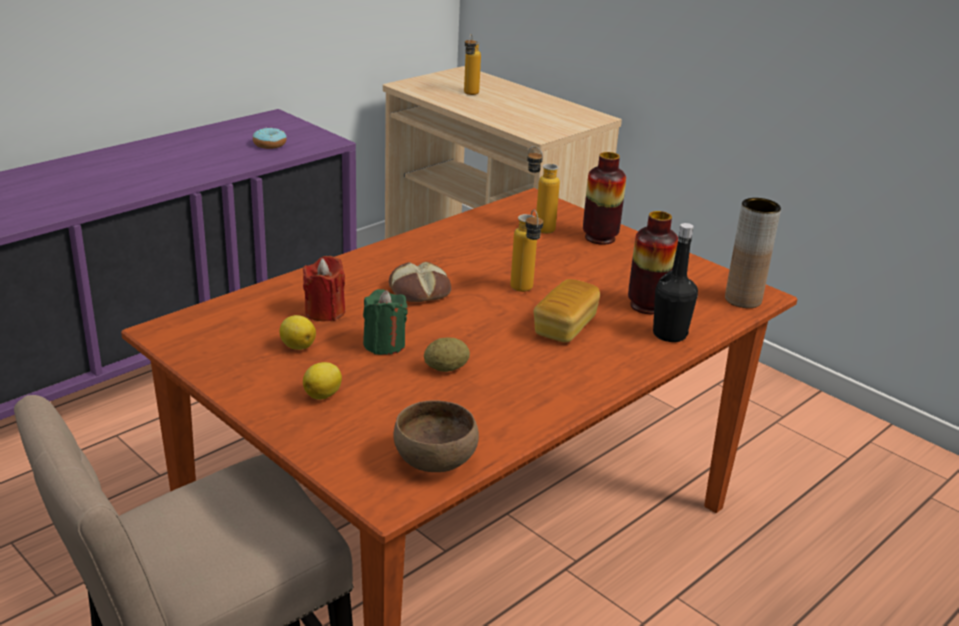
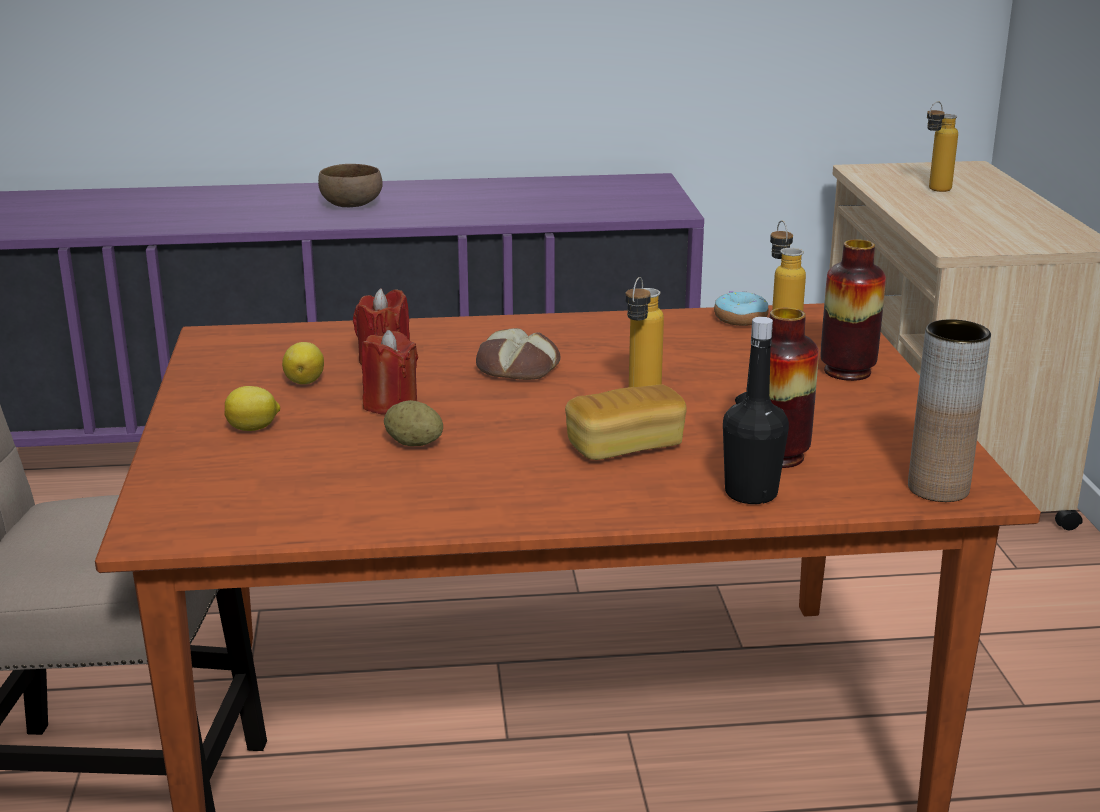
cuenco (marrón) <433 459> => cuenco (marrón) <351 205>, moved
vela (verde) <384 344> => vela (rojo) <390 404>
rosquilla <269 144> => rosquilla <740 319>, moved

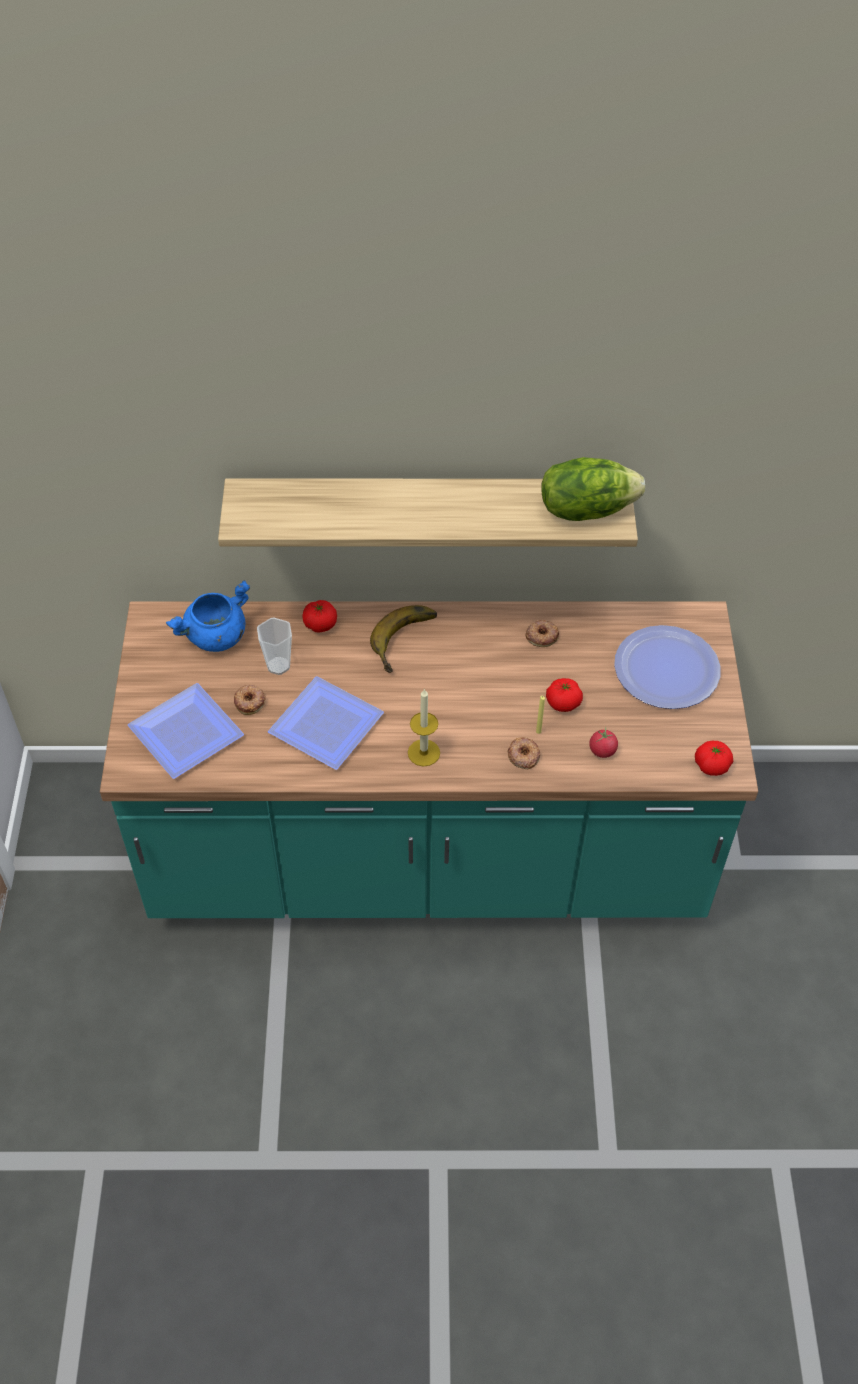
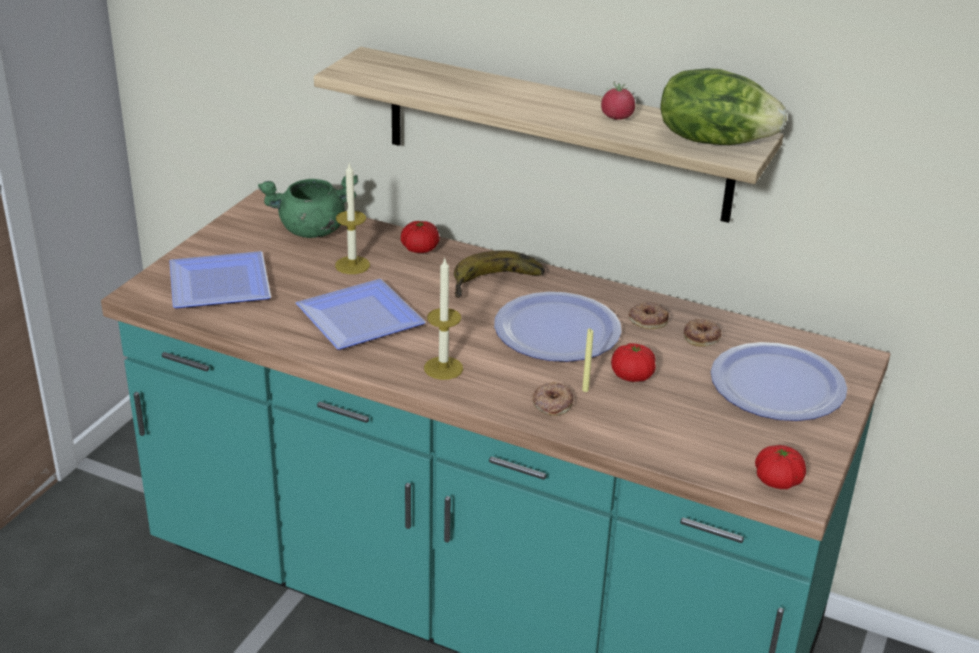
olla (azul) <215 637> => olla (verde) <311 230>
taza <278 666> => vela <352 265>
nothing => plato <557 330>
tomate <602 750> => tomate <617 117>, moved
rosquilla <250 701> => rosquilla <702 336>, moved

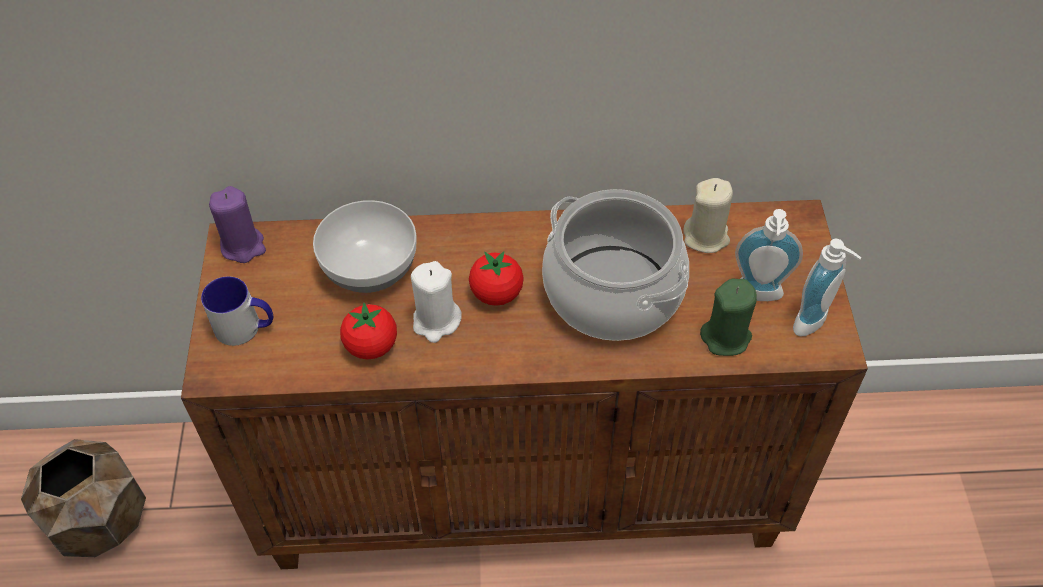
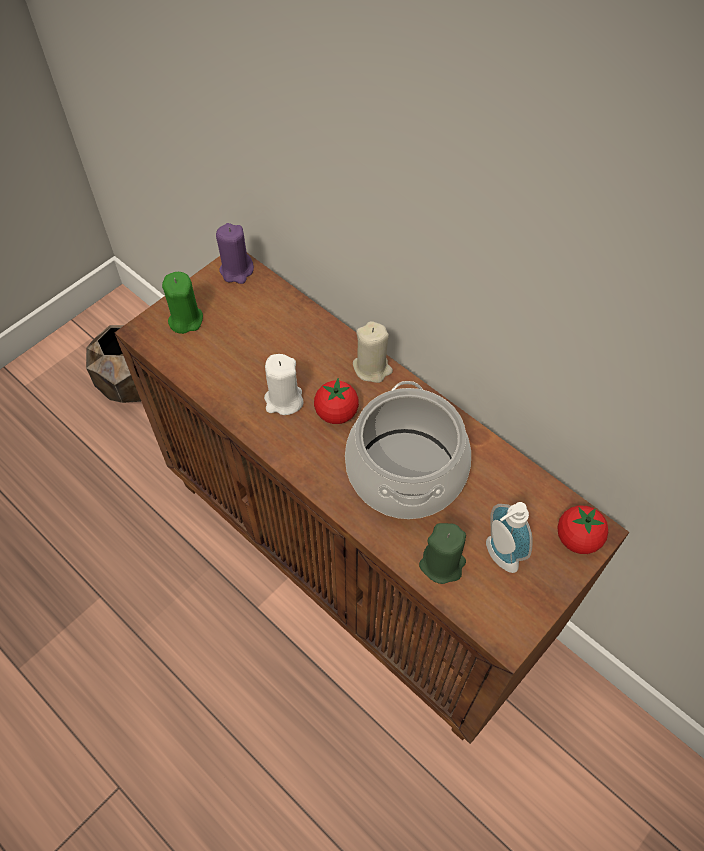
taza grande <246 328> => vela (verde) <185 319>
vela (beis) <706 237> => vela (beis) <372 368>, moved
tomate <371 346> => tomate <577 538>, moved
cuenco <371 269> => nothing
dispensador de jabón <815 323> => nothing

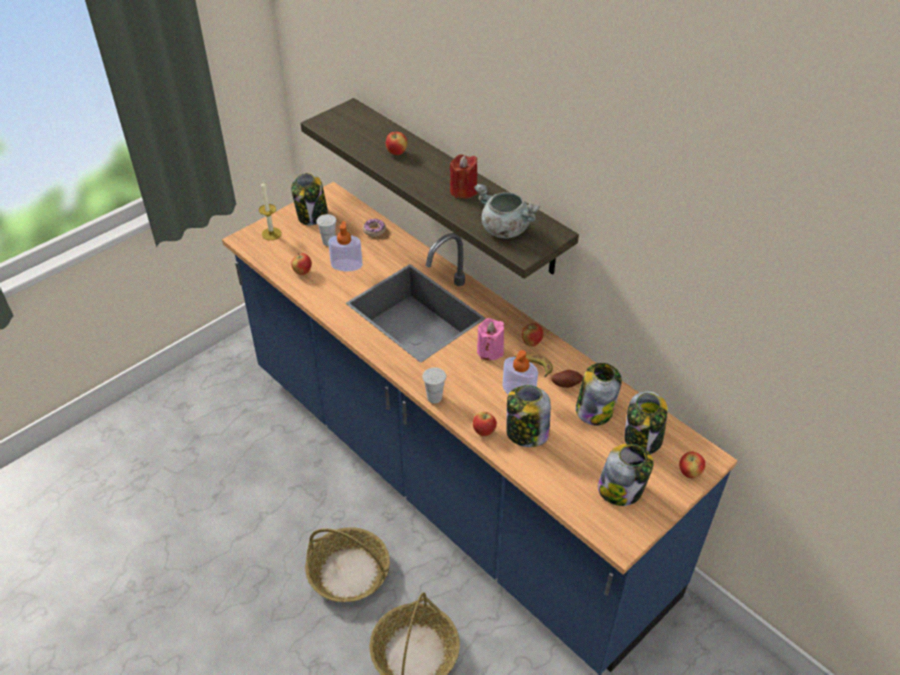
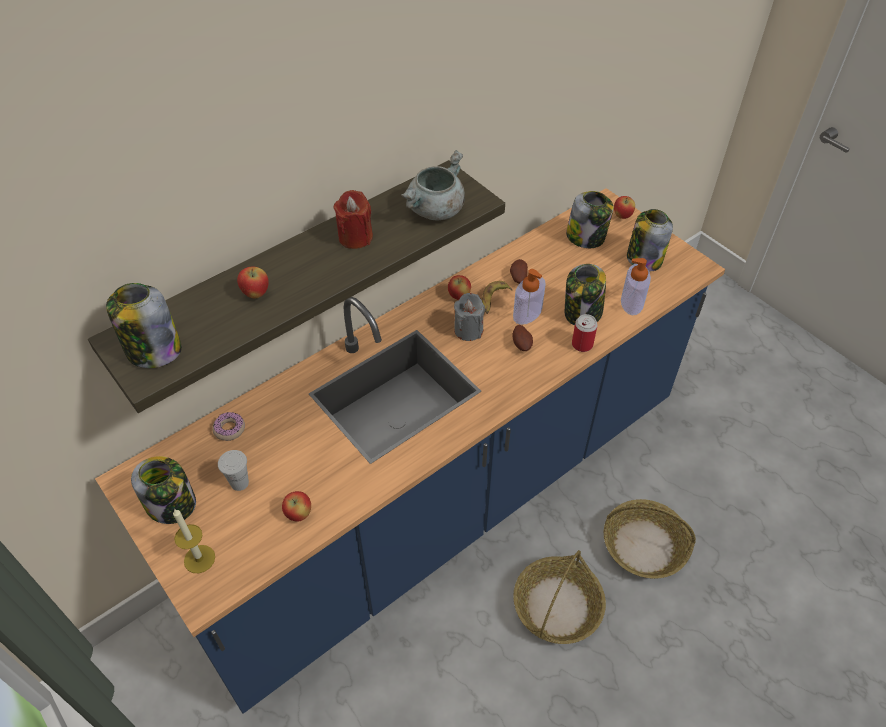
tarro <594 410> => tarro <153 350>, moved
vela (rosa) <490 351> => vela (gris) <468 330>
nothing => patata <522 344>
manzana <484 432> => lata <582 344>
dispensador de jabón <346 265> => dispensador de jabón <632 302>, moved
taza (blanco) <434 397> => nothing

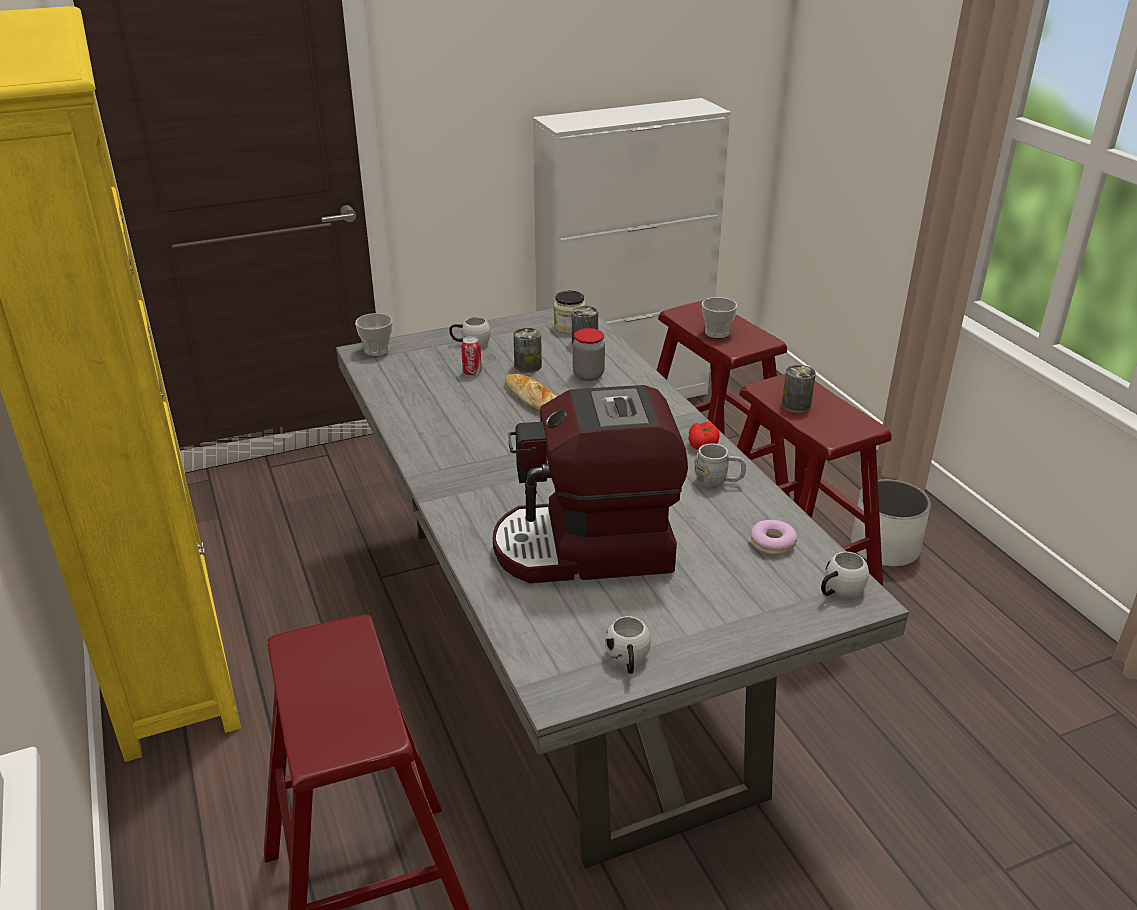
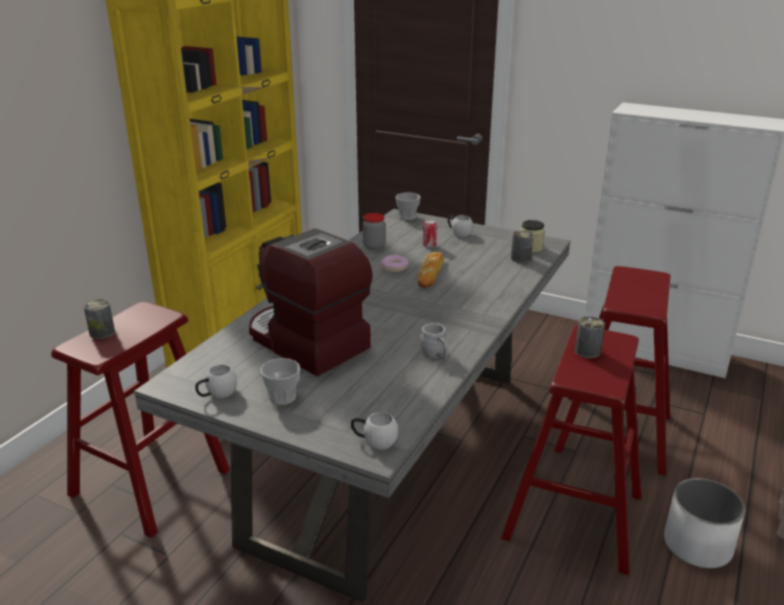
lata <528 366> => lata <102 333>, moved
taza <717 333> => taza <282 397>, moved
tarro <588 375> => tarro <374 246>, moved
rosquilla <772 543> => rosquilla <394 268>, moved
tomate <703 444> => nothing

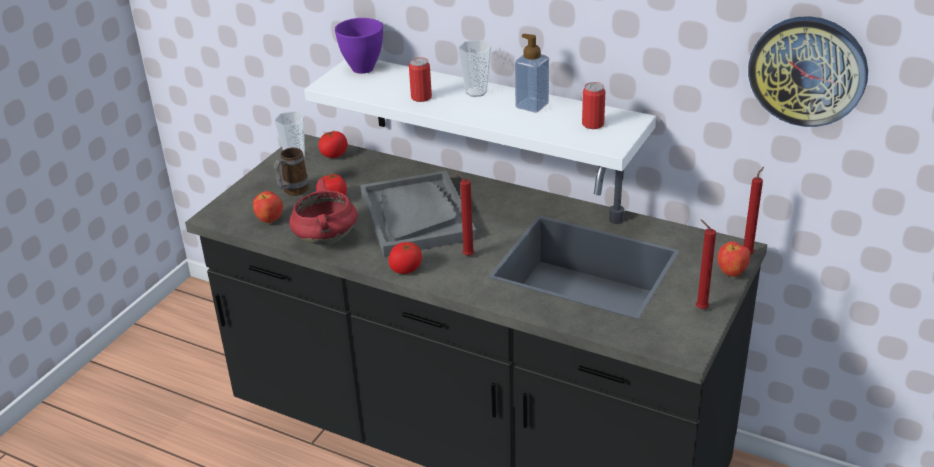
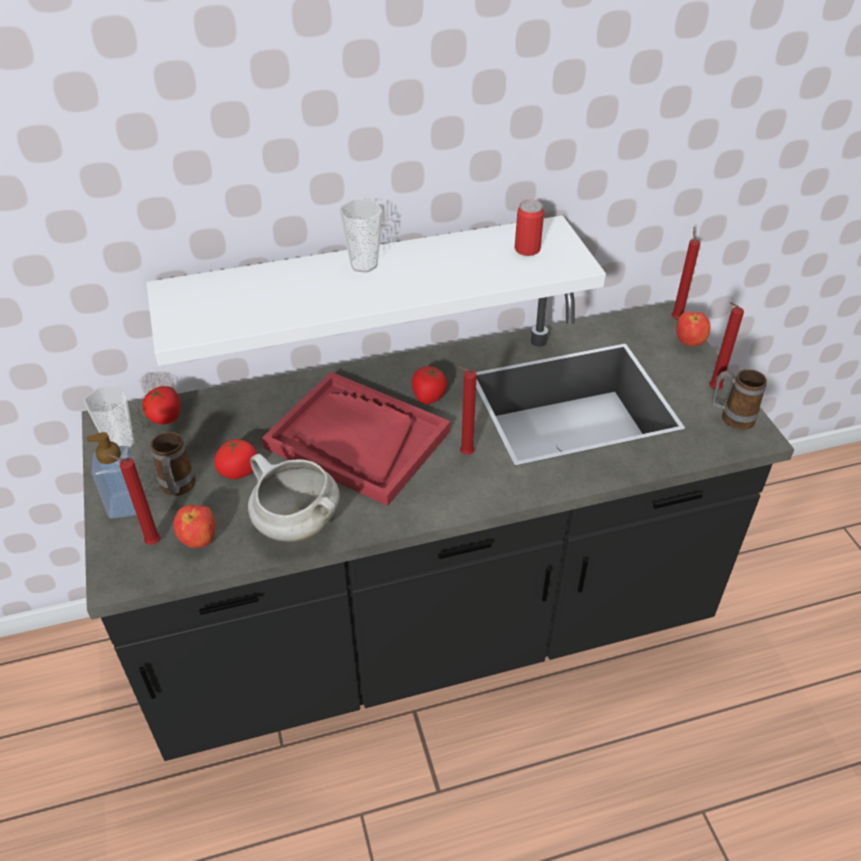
dispensador de jabón <532 105> => dispensador de jabón <126 505>, moved
nothing => vela (rojo) <150 543>
olla (rojo) <325 238> => olla (blanco) <295 523>
bandeja (gris) <416 216> => bandeja (rojo) <357 440>
tomate <406 269> => tomate <428 396>, moved
nothing => taza grande <730 418>
cuenco (morado) <363 68> => nothing
lata <421 97> => nothing
reloj de pared <807 71> => nothing

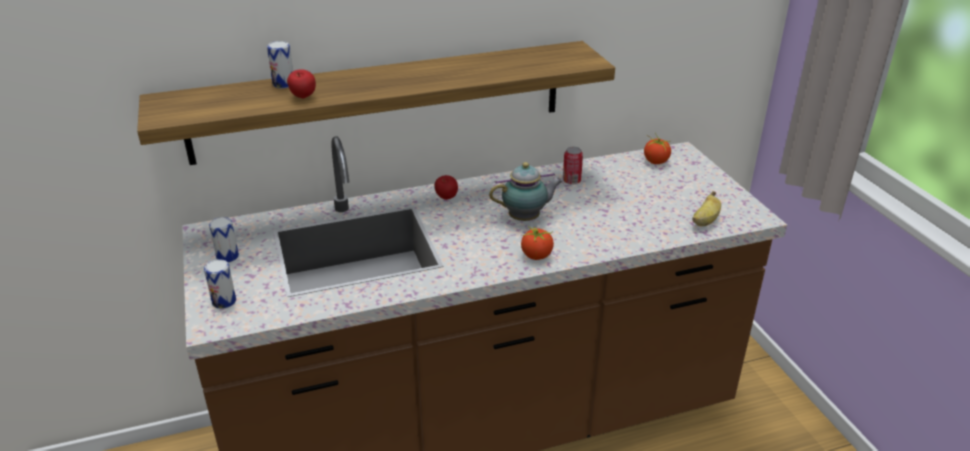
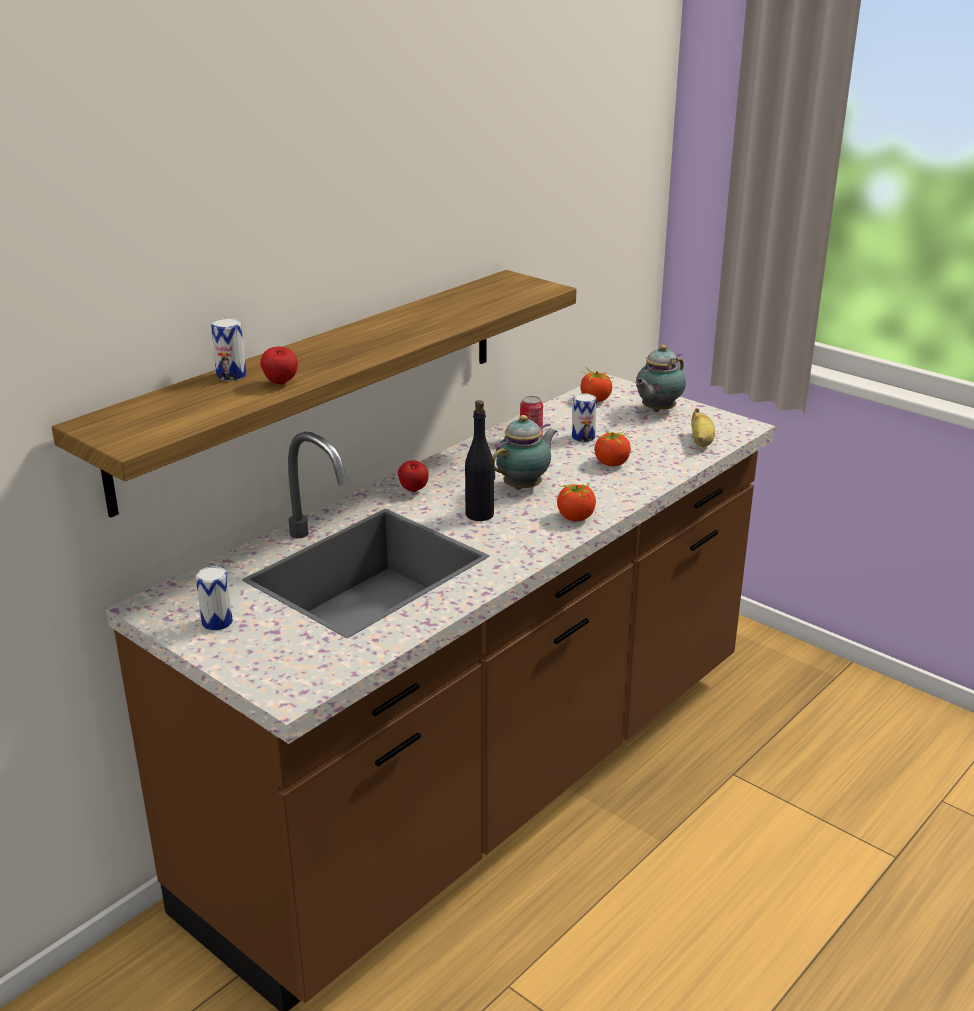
nothing => botella (negro) <480 514>
lata <224 301> => lata <583 437>, moved
nothing => tomate <611 463>
nothing => tetera <656 411>

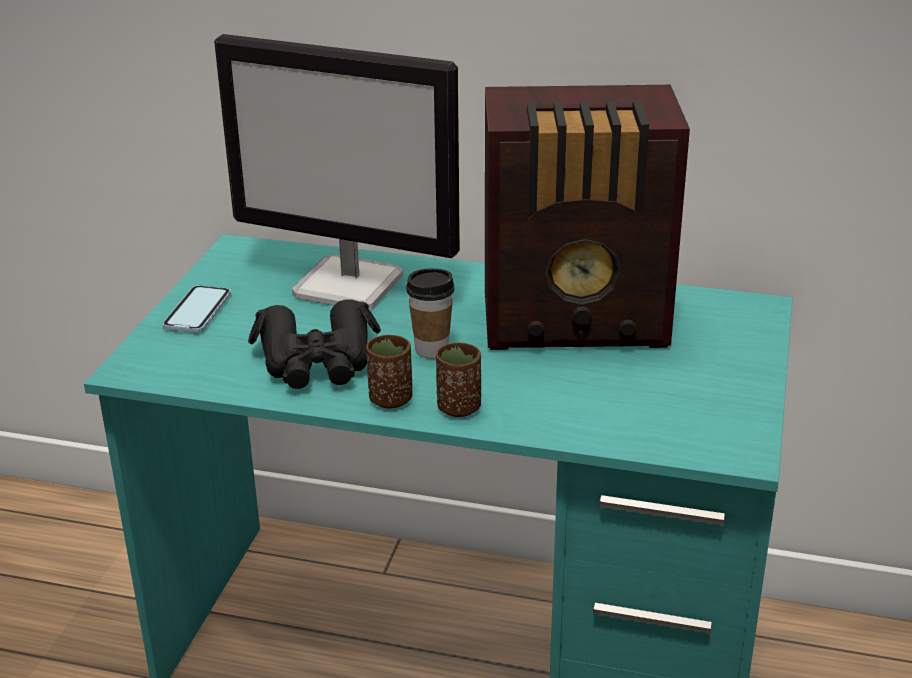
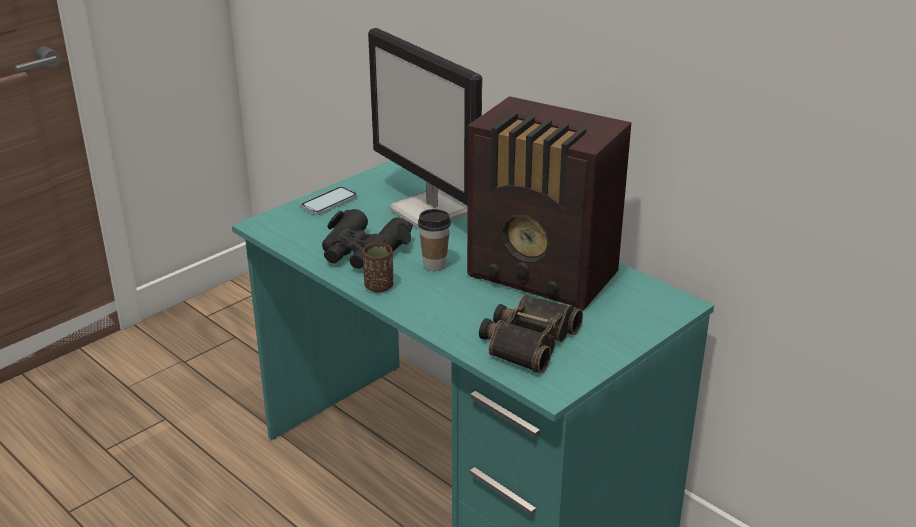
nothing => prismáticos <527 341>
taza (marrón) <459 408> => nothing

